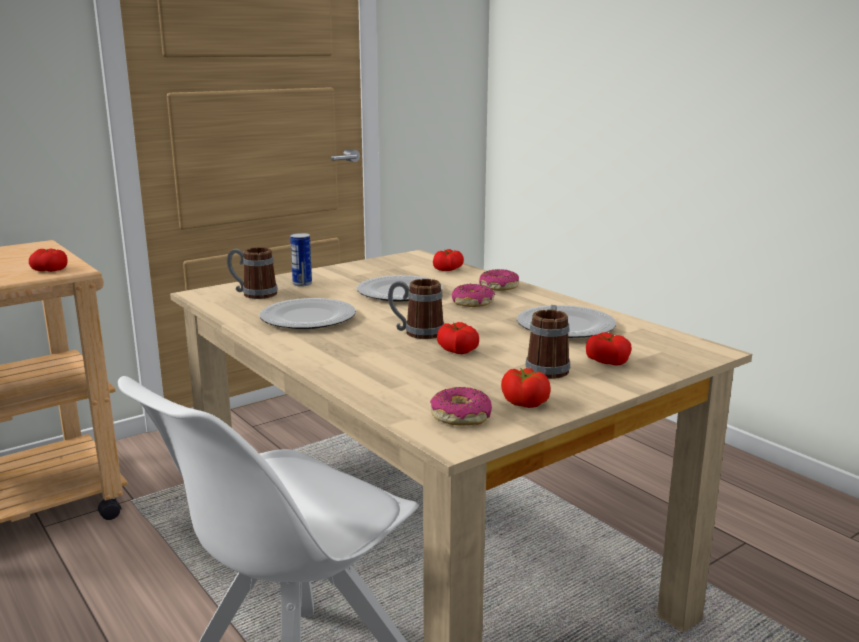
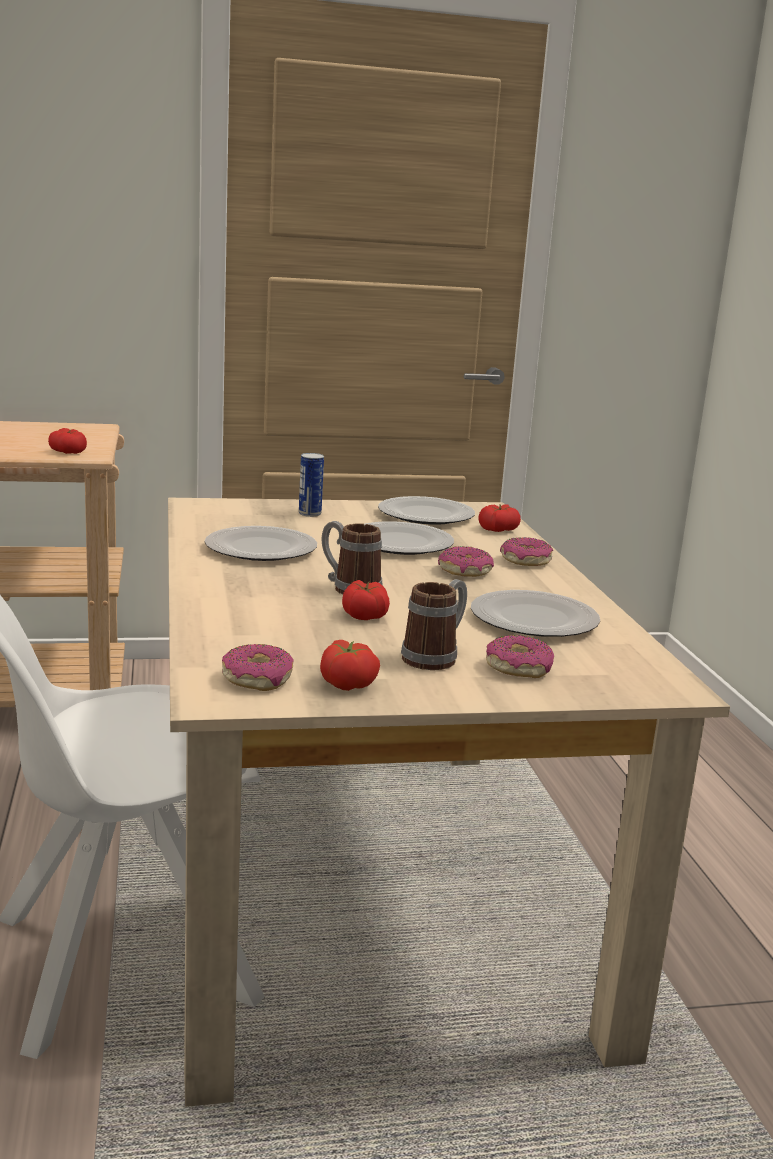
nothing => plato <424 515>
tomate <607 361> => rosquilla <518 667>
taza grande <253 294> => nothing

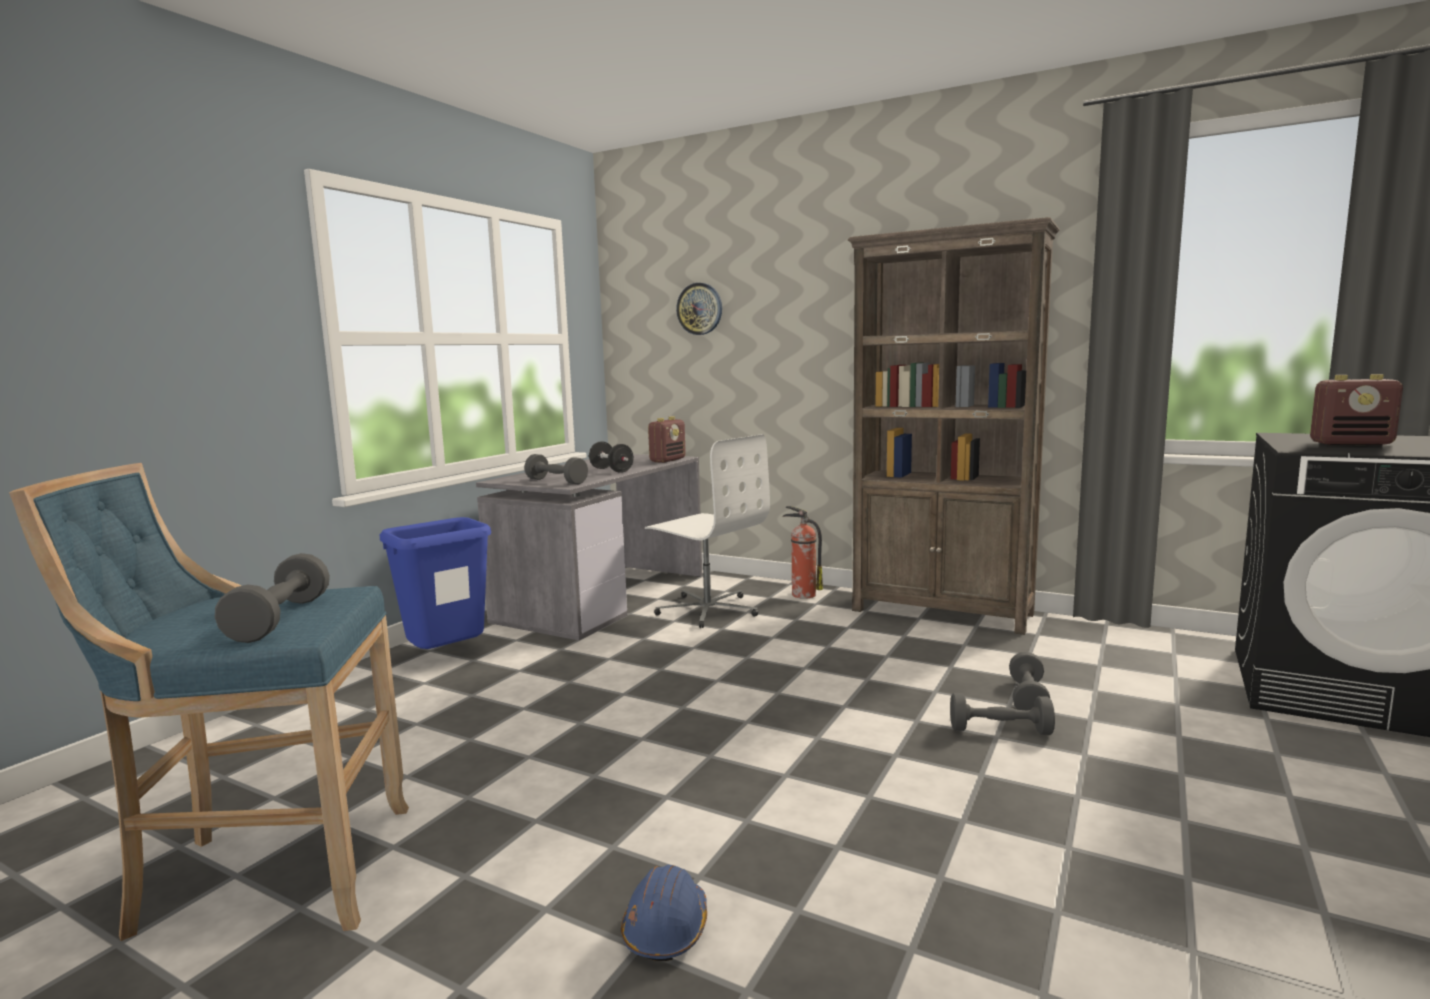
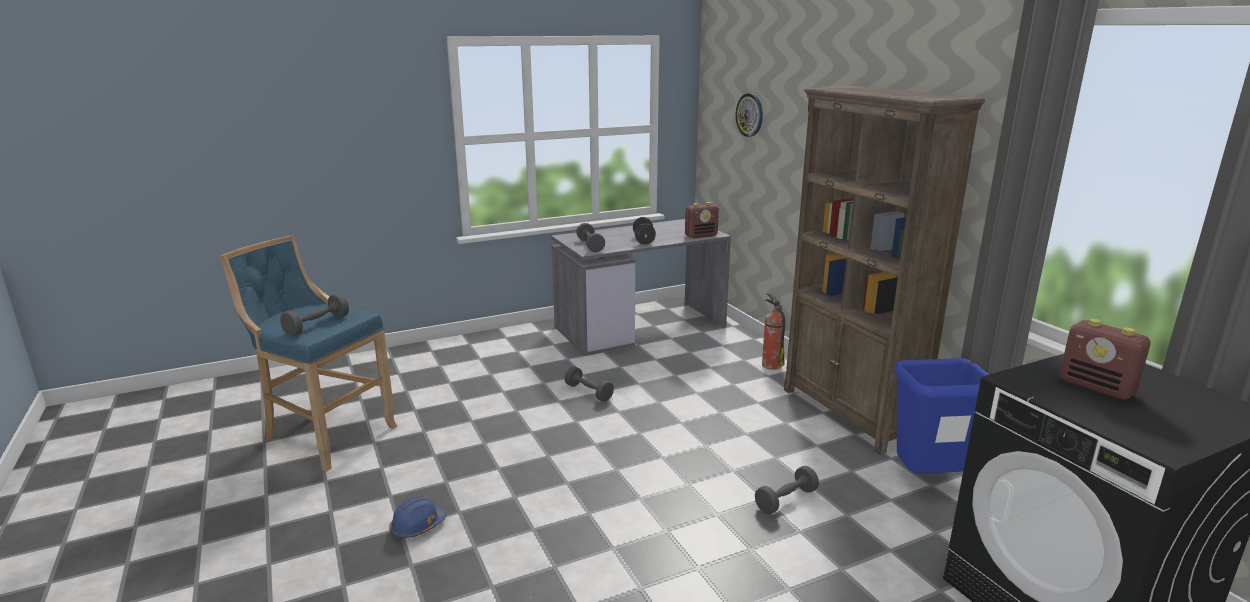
mancuerna (gris) <1000 730> => mancuerna (gris) <589 392>, moved
papelera (azul) <448 659> => papelera (azul) <928 480>, moved
silla de oficina (blanco) <708 610> => nothing

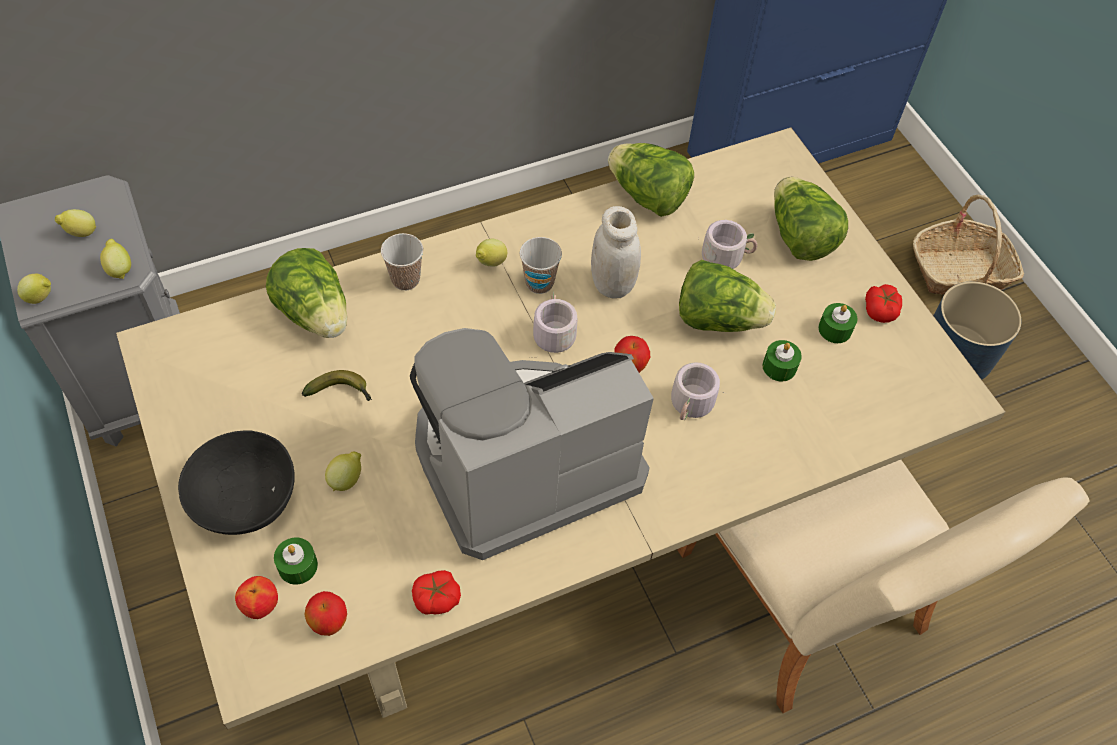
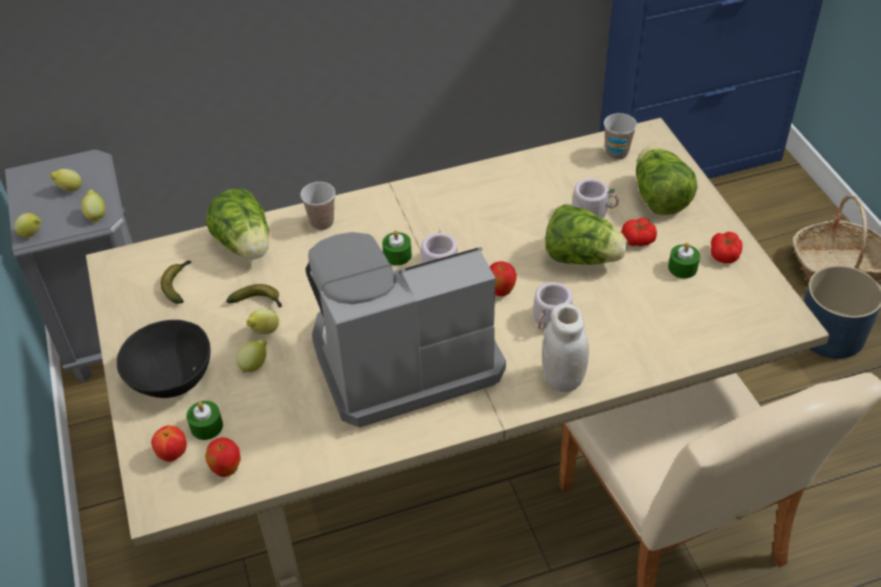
nothing => plátano <178 284>
limón <490 263> => limón <264 332>, moved
vela (verde) <779 367> => vela (verde) <397 255>, moved
tarro (blanco) <612 284> => tarro (blanco) <562 378>, moved
taza <539 283> => taza <616 153>, moved
tomate <437 598> => tomate <638 239>, moved
lechuga <647 196> => nothing

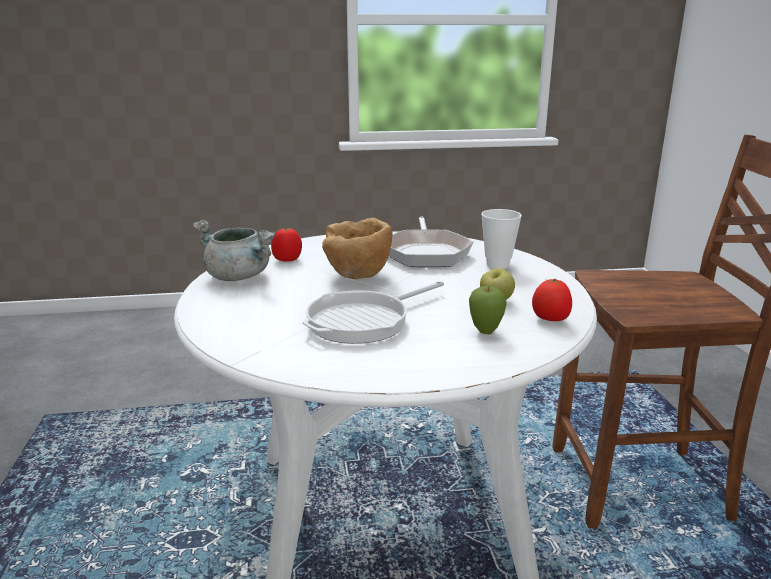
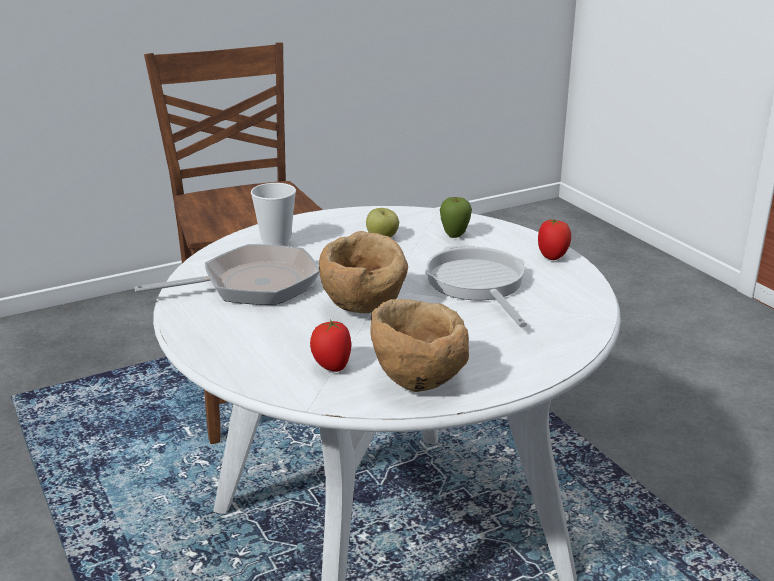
olla (gris) <239 277> => cuenco (marrón) <418 381>
sartén <364 321> => sartén <477 284>, 135 degrees counterclockwise
tomate <550 320> => tomate <553 257>, moved

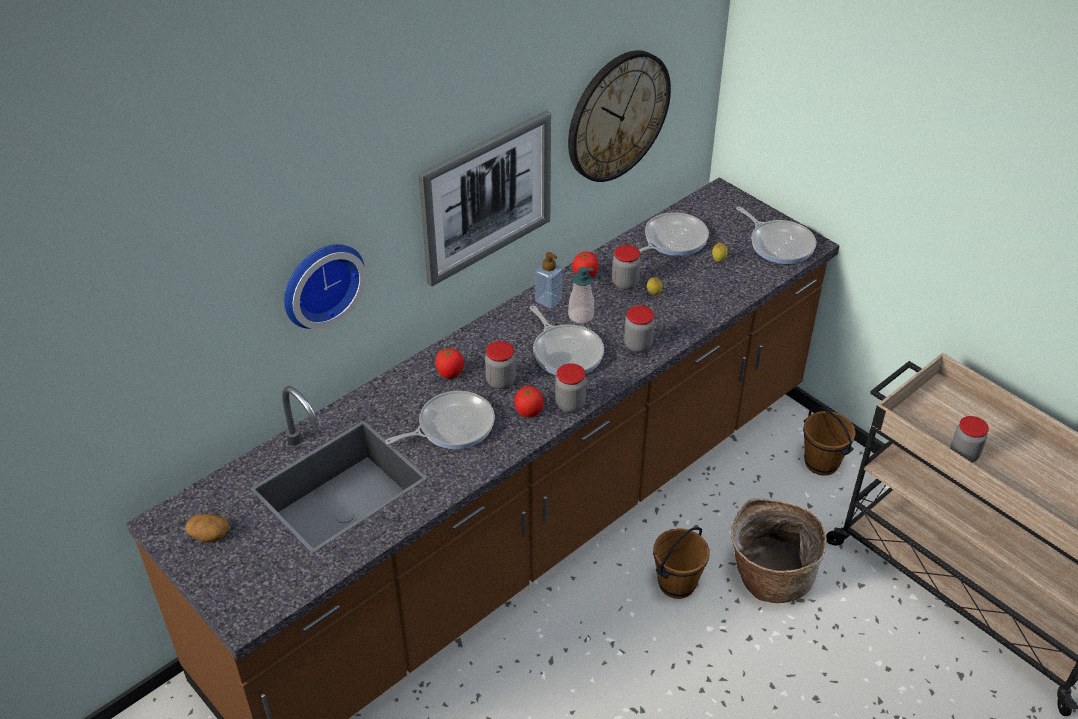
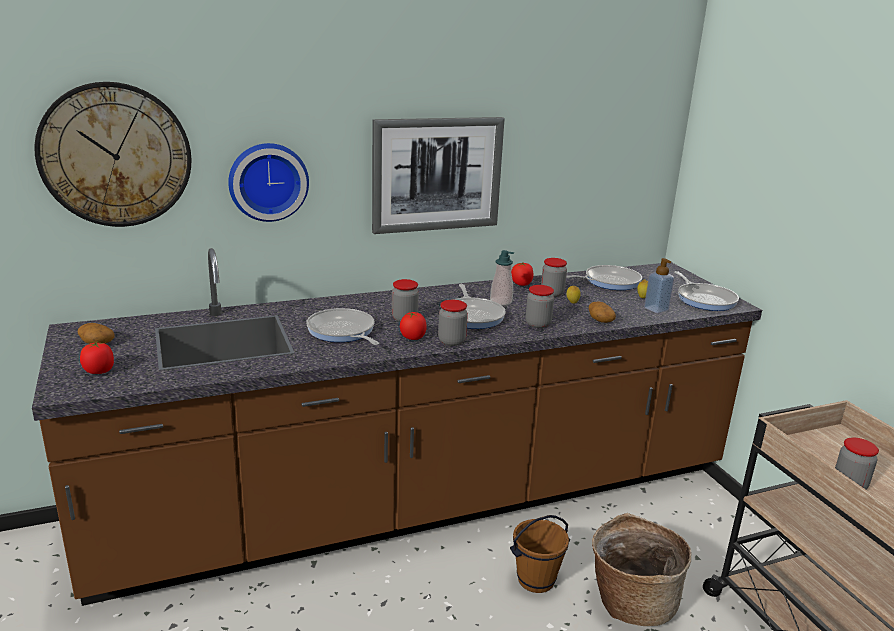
reloj de pared <617 116> => reloj de pared <115 155>, moved
tomate <450 373> => tomate <99 371>, moved
sartén <452 426> => sartén <342 332>, 120 degrees counterclockwise
nothing => patata <600 320>
dispensador de jabón <548 300> => dispensador de jabón <656 309>, moved
cubo (marrón) <822 463> => nothing

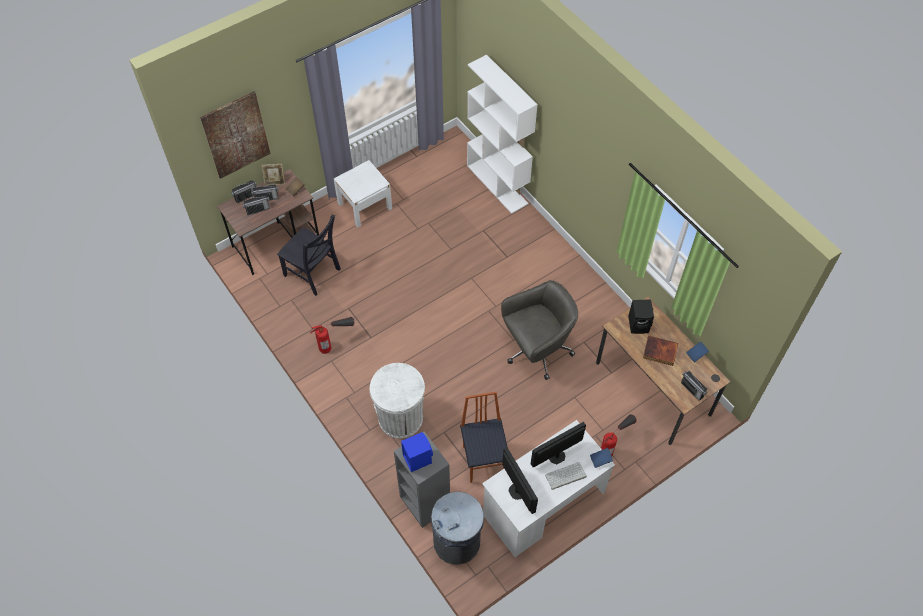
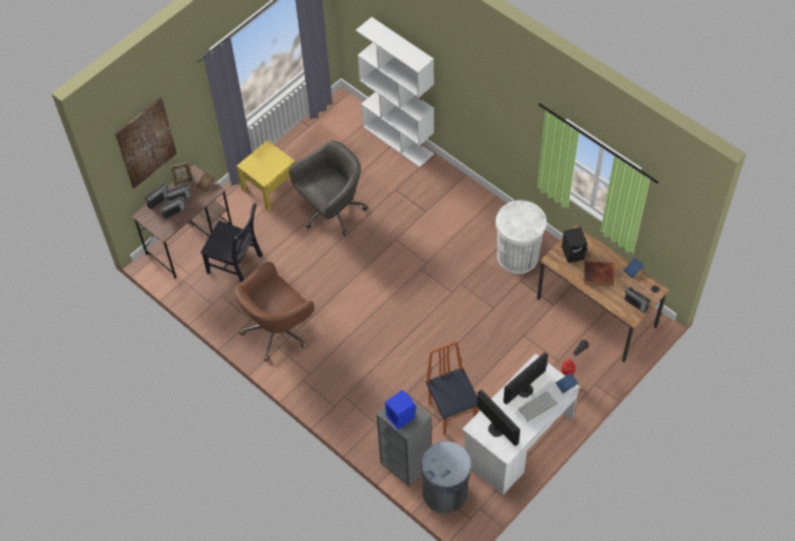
extintor <335 343> => silla de oficina (marrón) <278 330>
mesita de noche (blanco) <365 206> => mesita de noche (amarillo) <269 187>
silla de oficina (gris) <536 350> => silla de oficina (gris) <331 211>, moved
papelera (blanco) <400 418> => papelera (blanco) <517 256>, moved

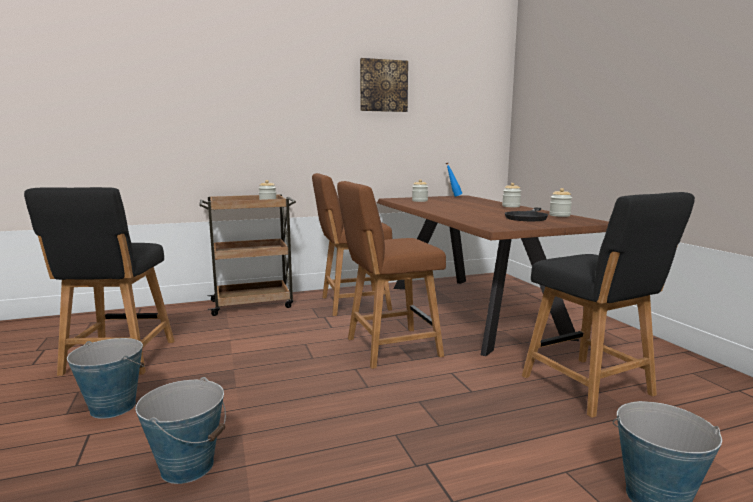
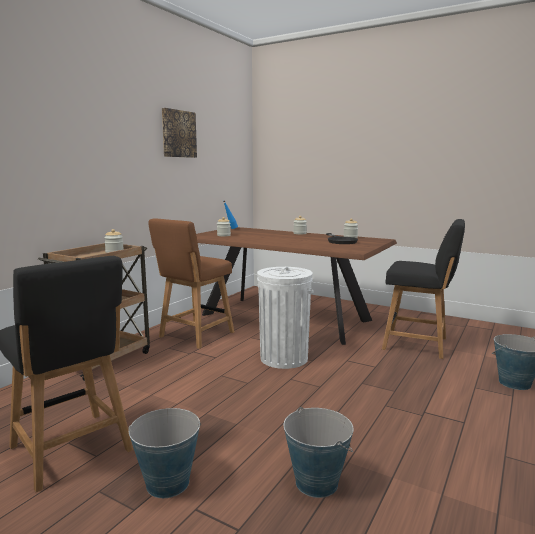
silla (marrón) <388 348> => papelera (blanco) <284 358>

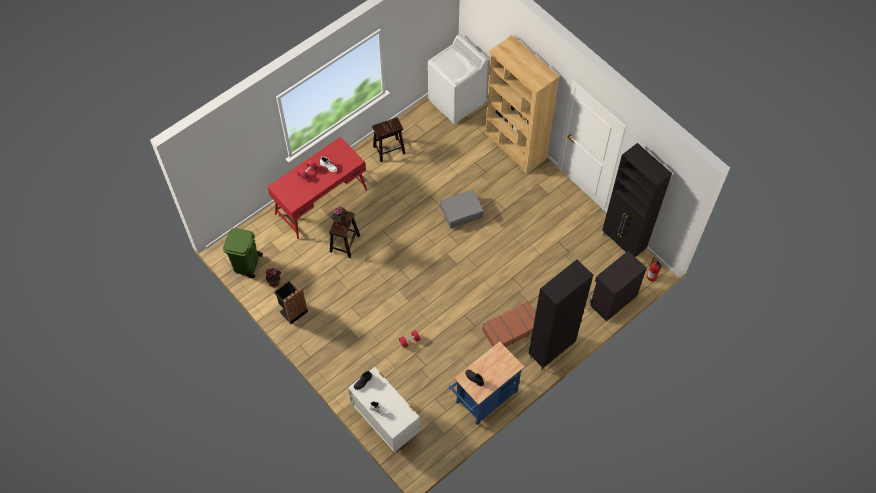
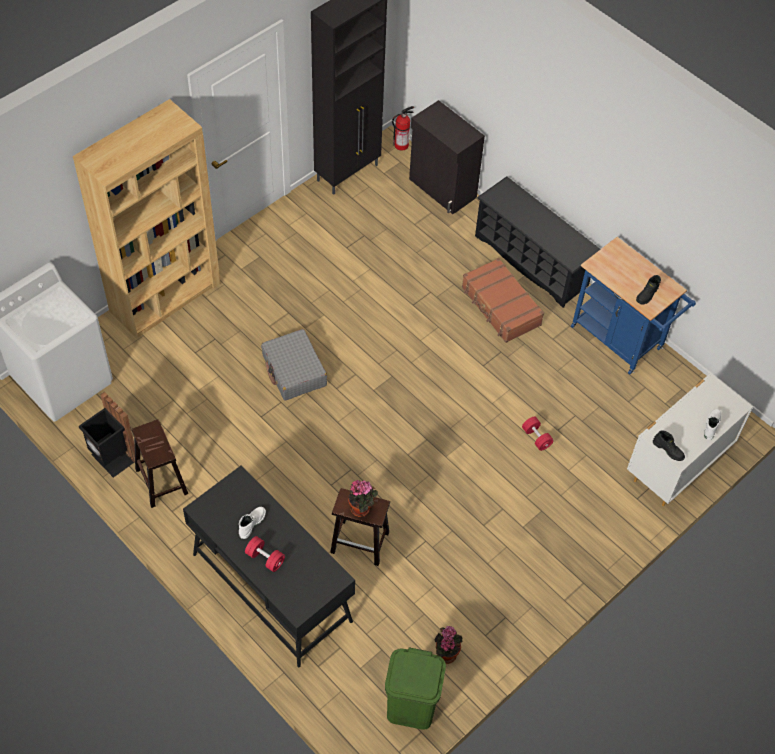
papelera (negro) <292 310> => papelera (negro) <113 458>, moved
escritorio (rojo) <321 201> => escritorio (negro) <272 587>
armario (negro) <550 351> => zapatero (negro) <532 261>

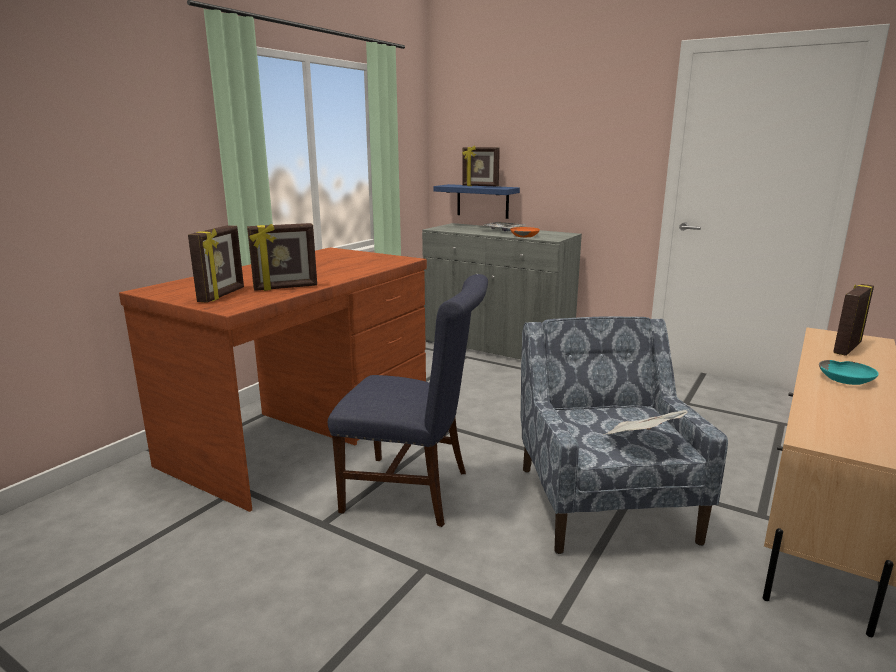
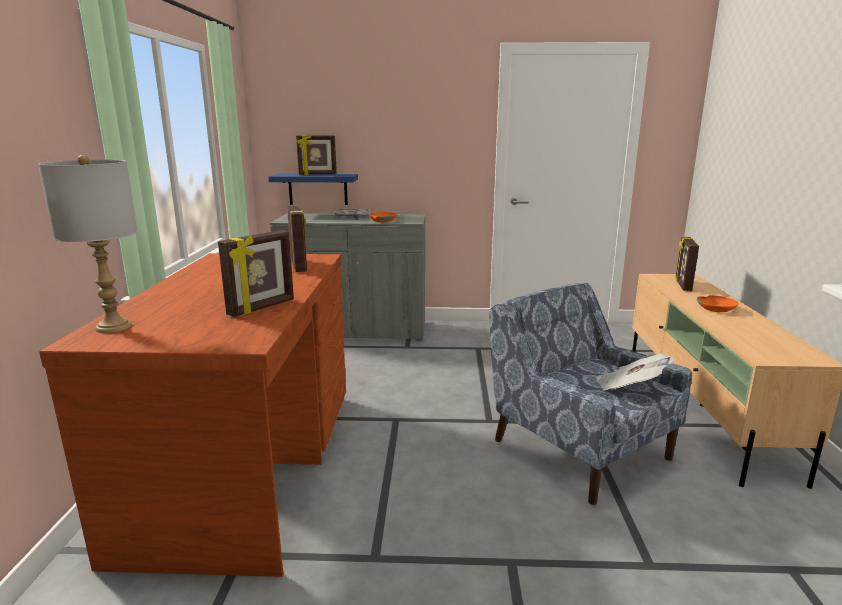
nothing => lámpara de mesa (gris) <114 327>
portarretratos <222 295> => portarretratos <299 266>, moved
cuenco (turquesa) <847 379> => cuenco (naranja) <716 309>
silla (azul) <415 491> => nothing

